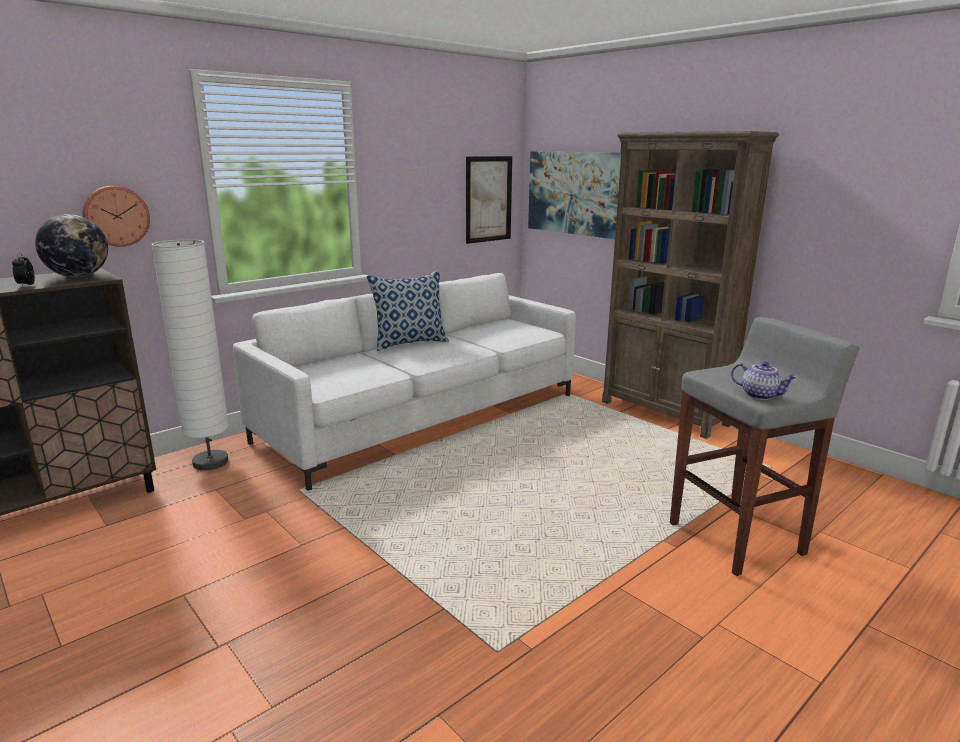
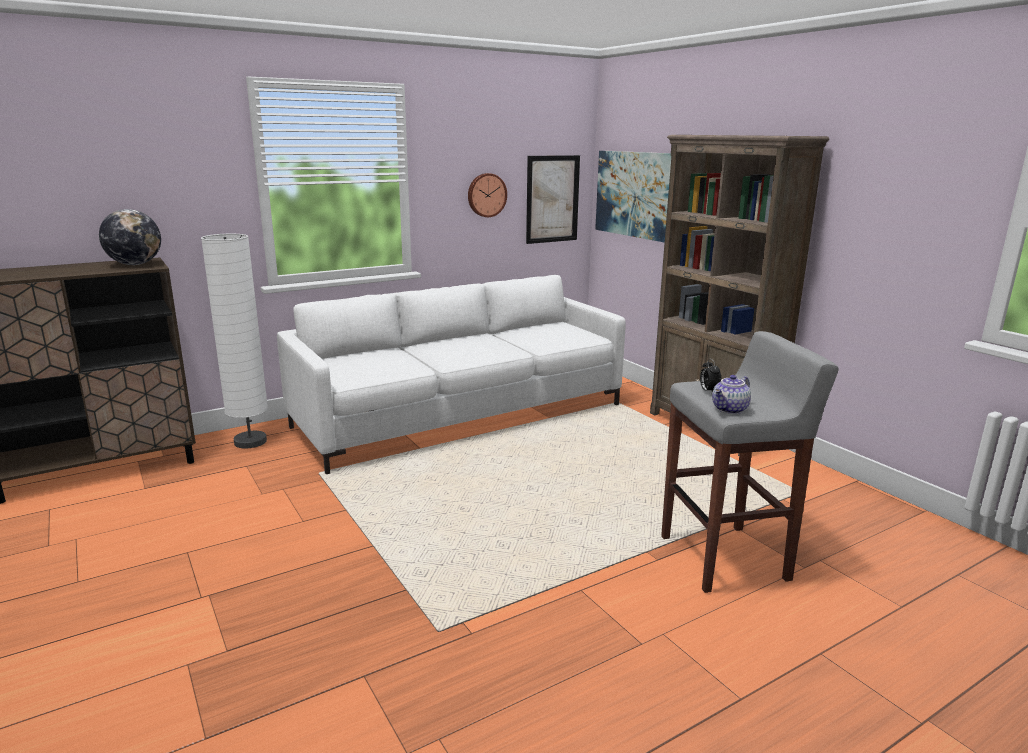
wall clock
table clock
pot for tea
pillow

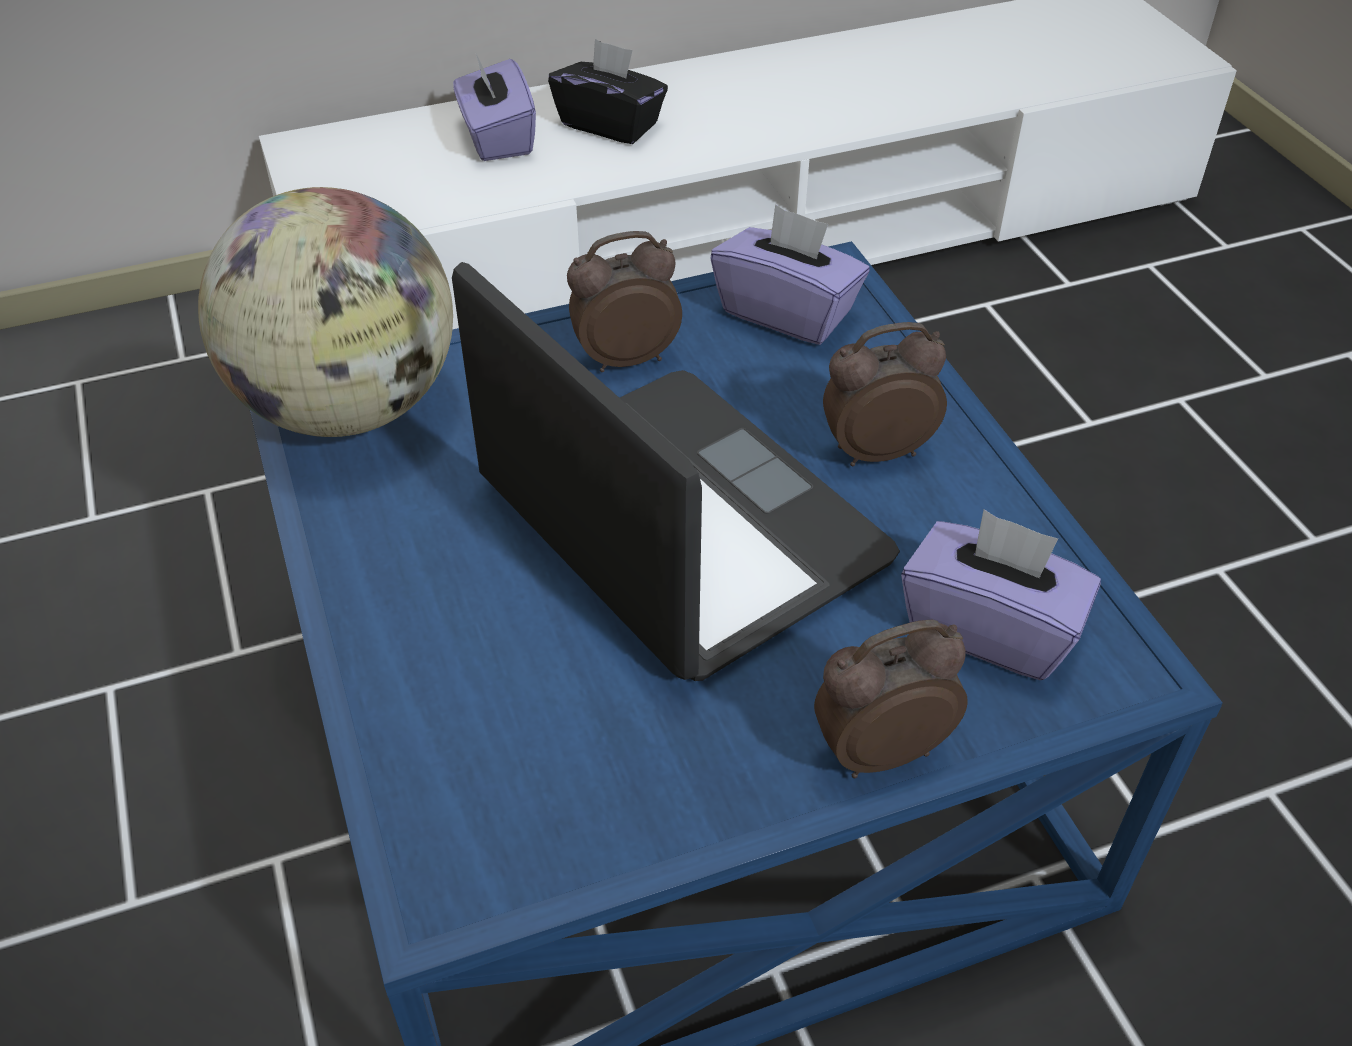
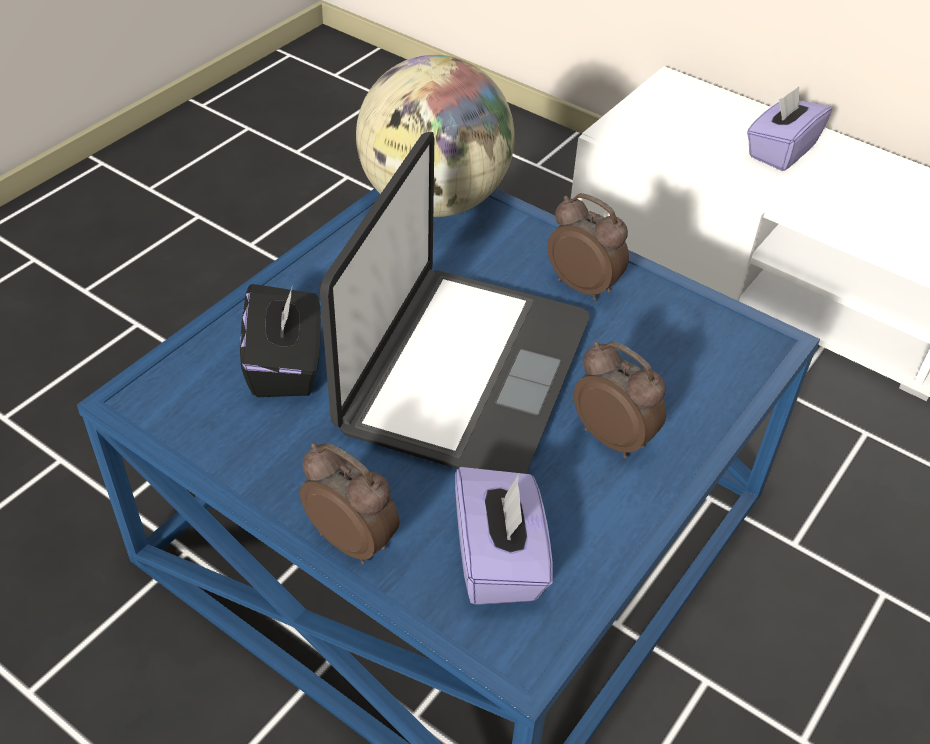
black box of tissues
purple box of tissues (no. 2 from left in the first image)

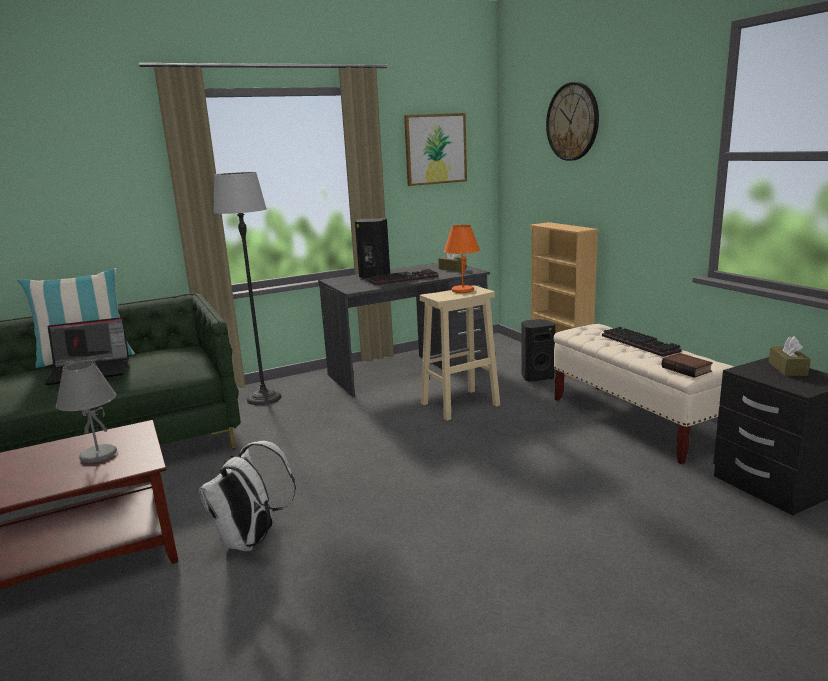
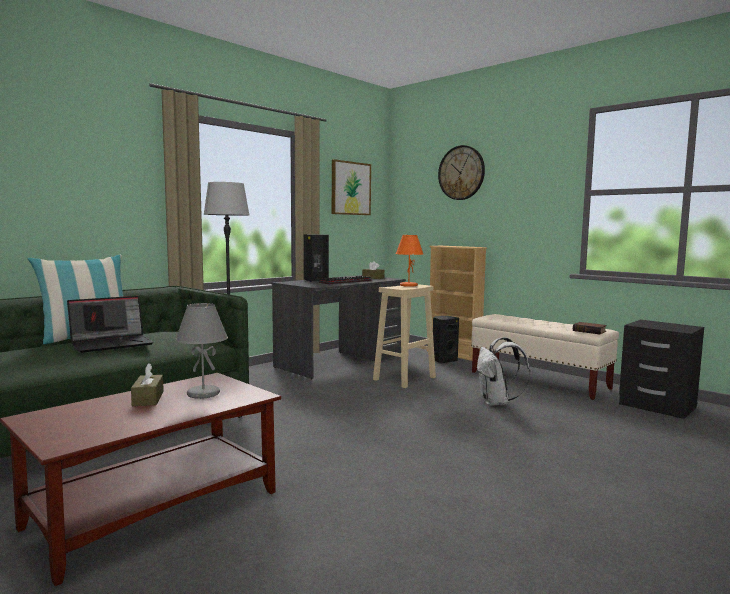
brown box of tissues (no. 1 from left)
white backpack
PC keyboard (no. 2 from left in the first image)

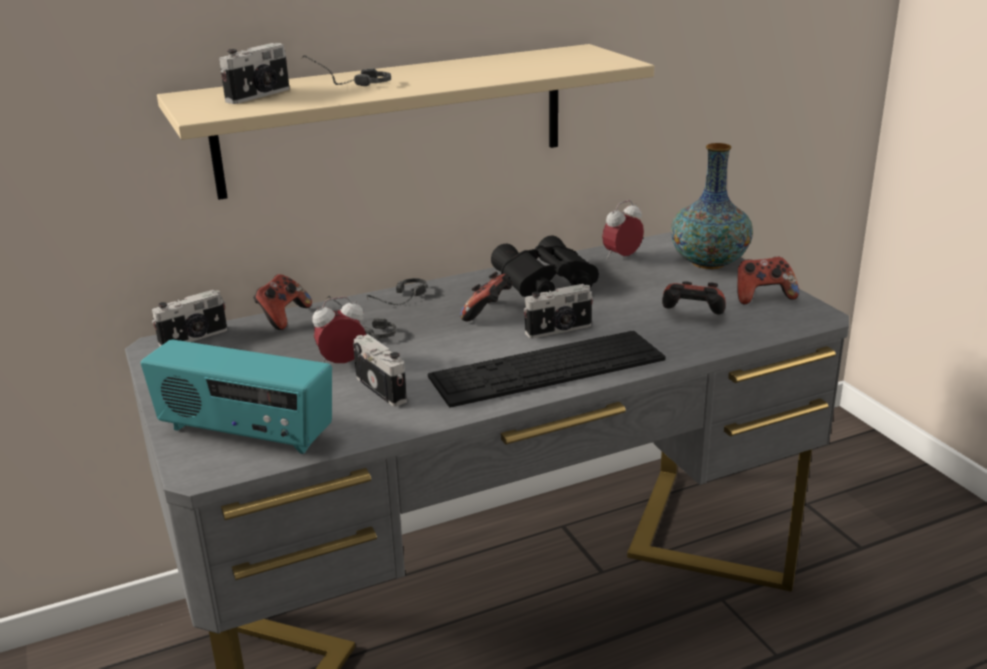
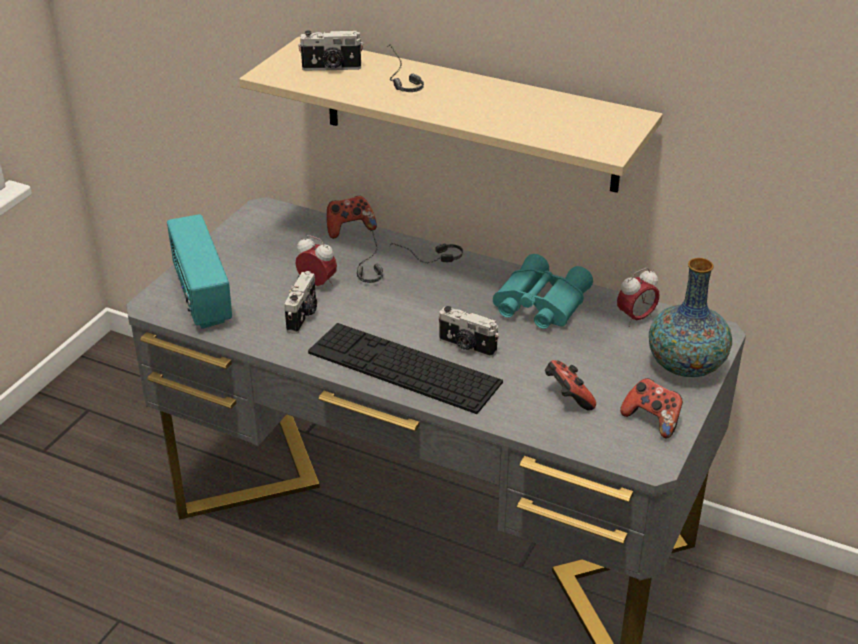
blue-green field glasses
table clock (no. 2 from left)
still camera (no. 1 from left in the first image)
joypad (no. 2 from left in the first image)

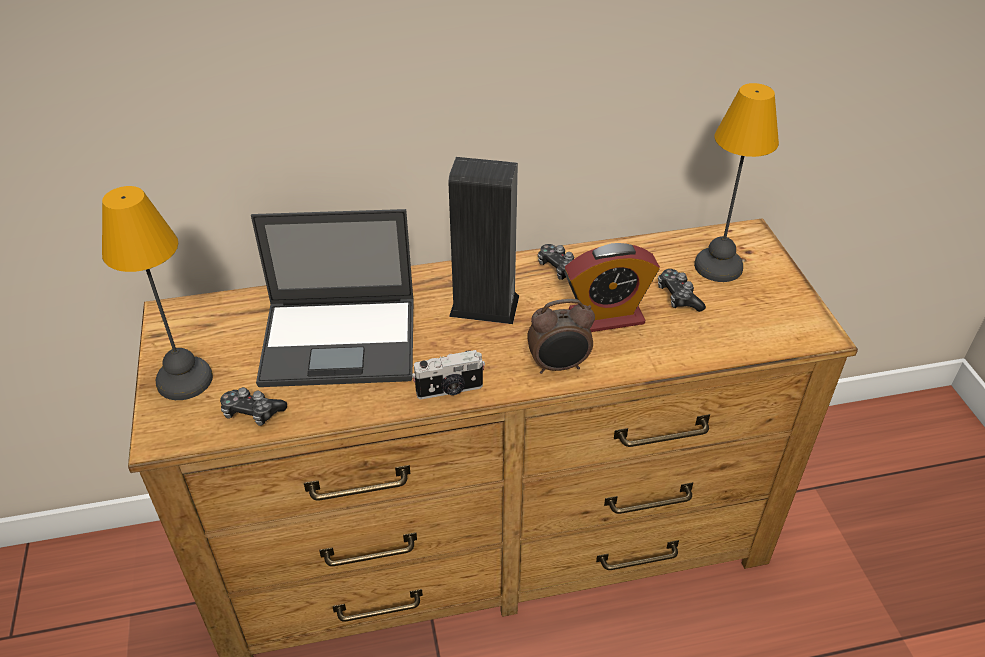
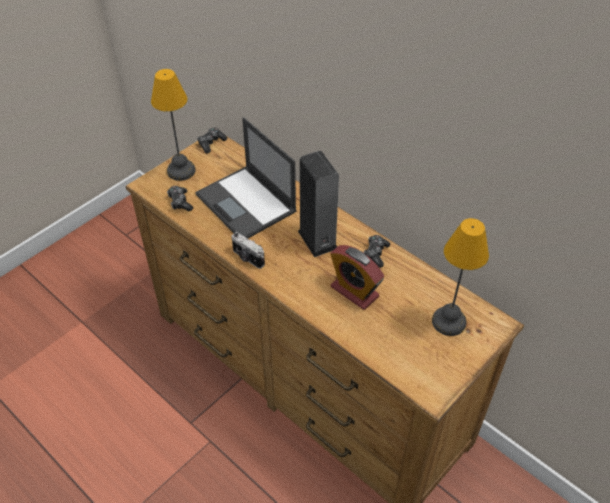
joypad (no. 2 from left)
table clock (no. 1 from left in the first image)

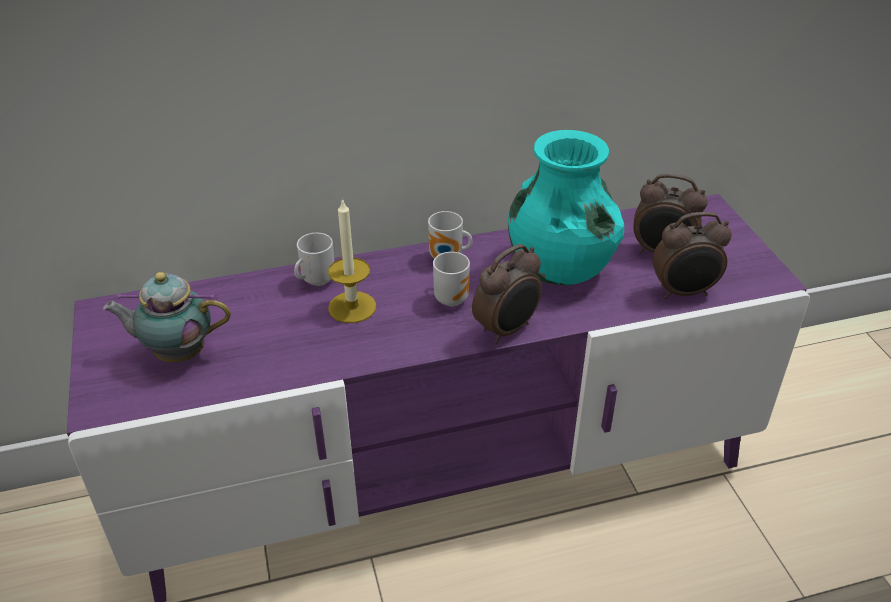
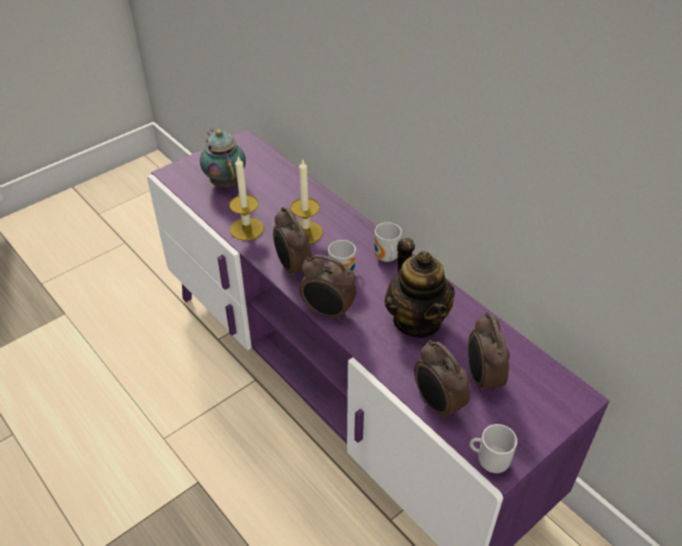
wax candle (no. 1 from left)
table clock (no. 1 from left)
pot for tea (no. 2 from left)
mug (no. 3 from left)

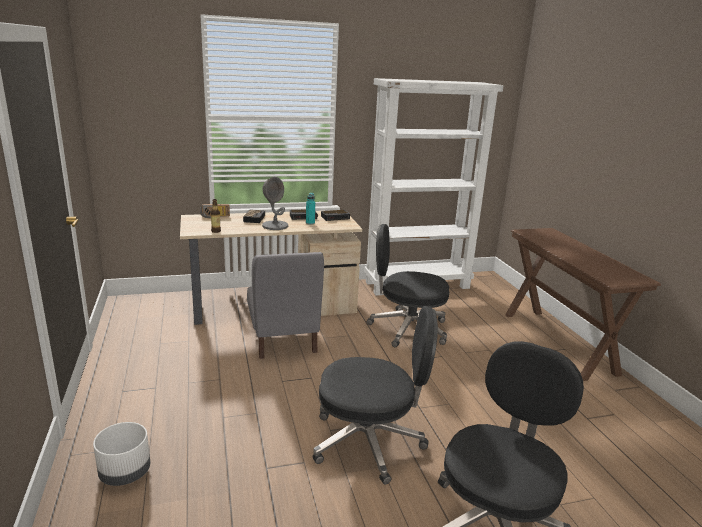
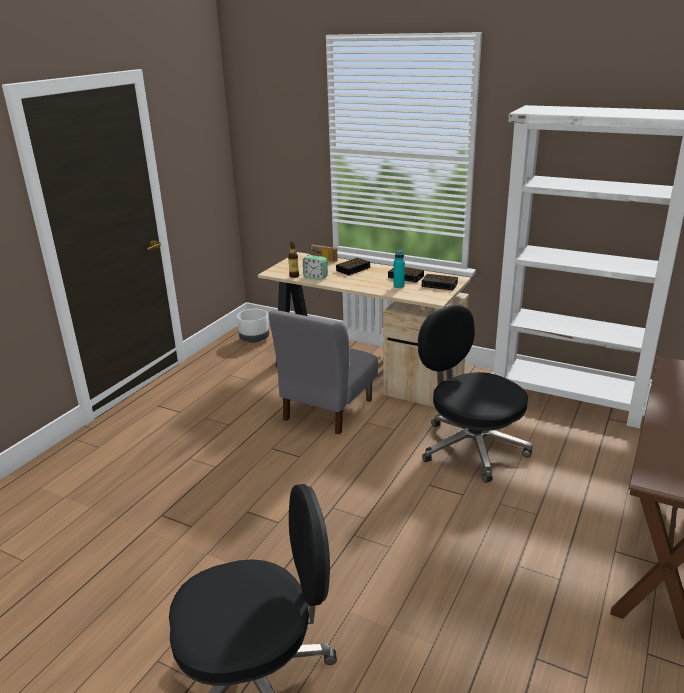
white plant pot
table clock (no. 1 from left)
grey lamp for a table
black computer chair (no. 1 from left in the first image)

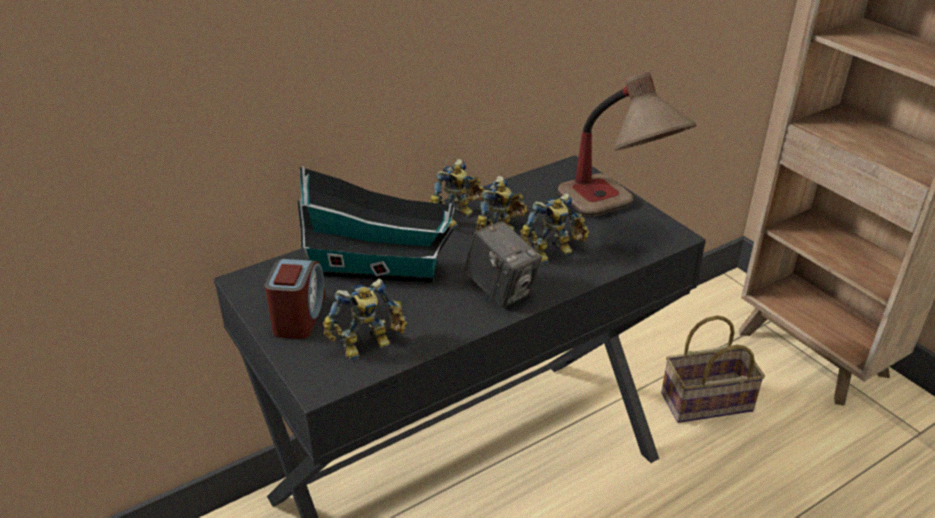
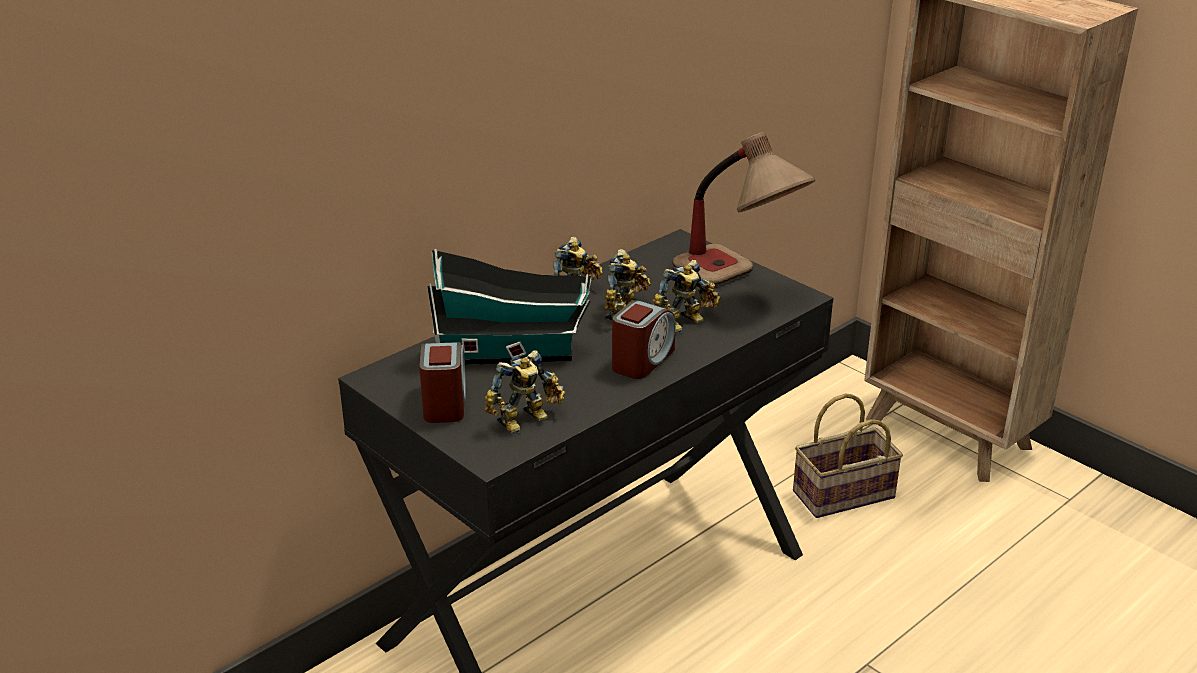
table clock (no. 2 from left)

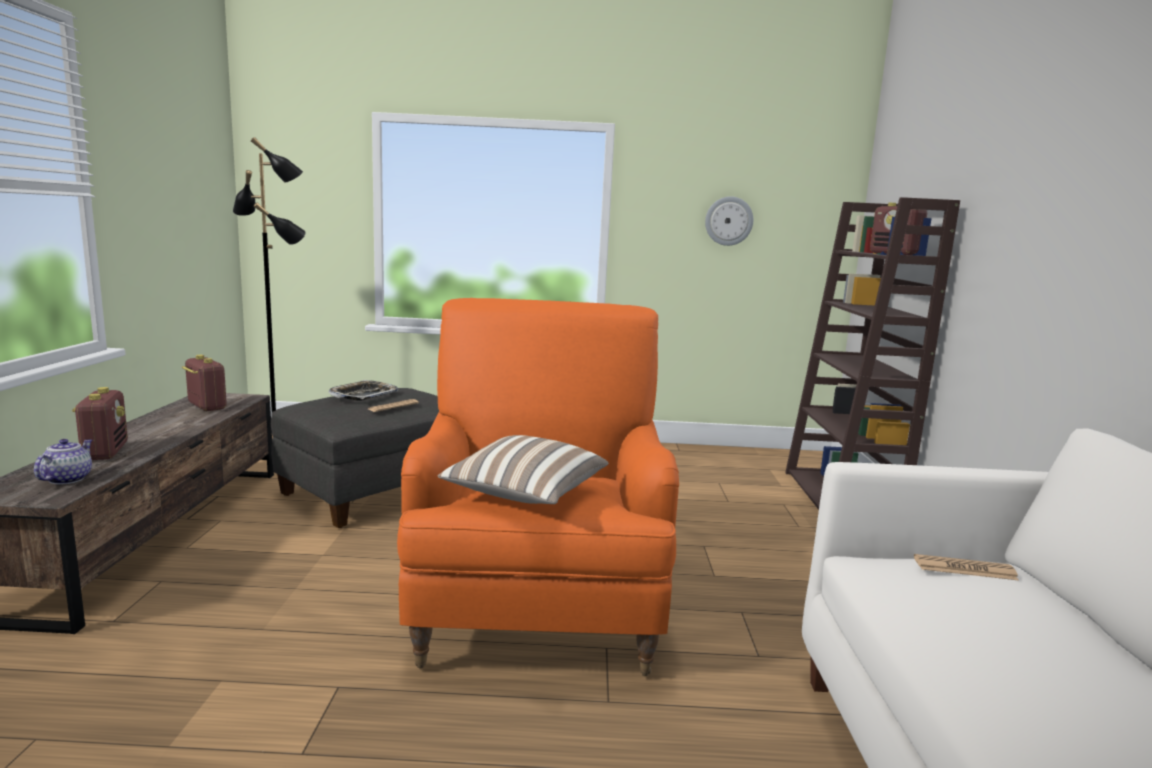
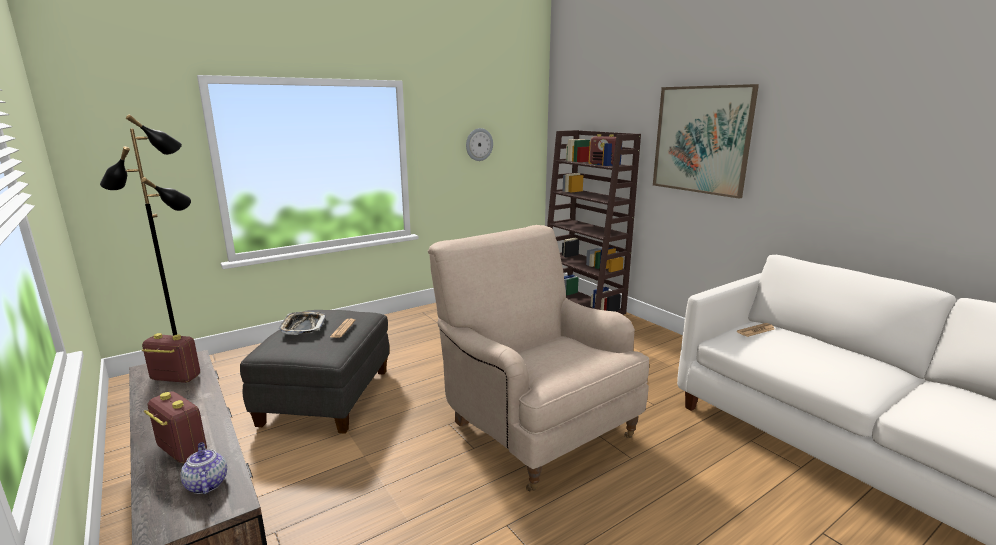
sand-coloured armchair
wall art
pillow

